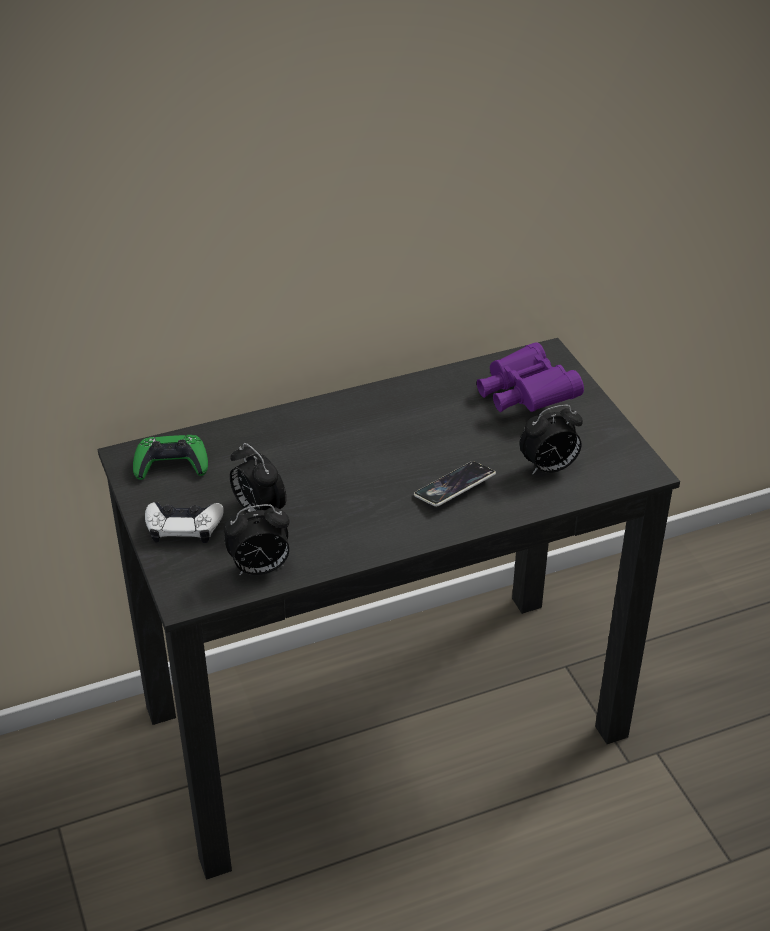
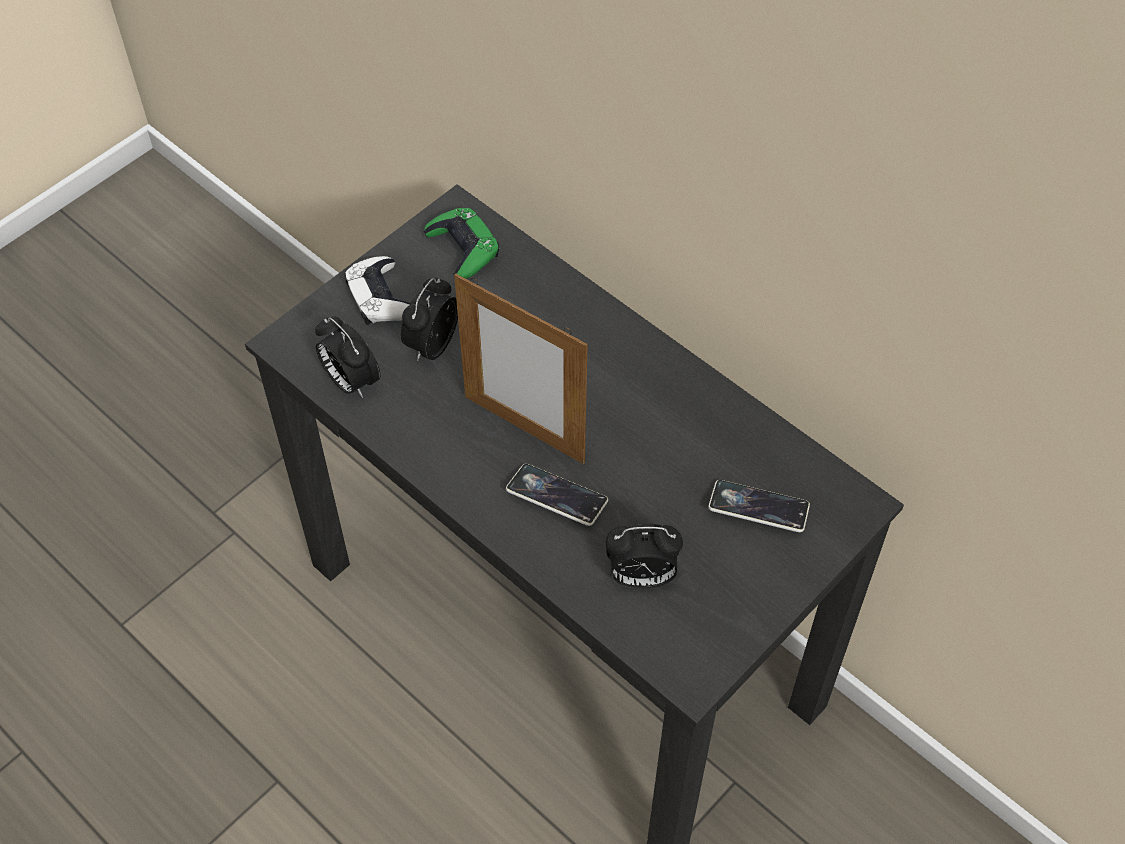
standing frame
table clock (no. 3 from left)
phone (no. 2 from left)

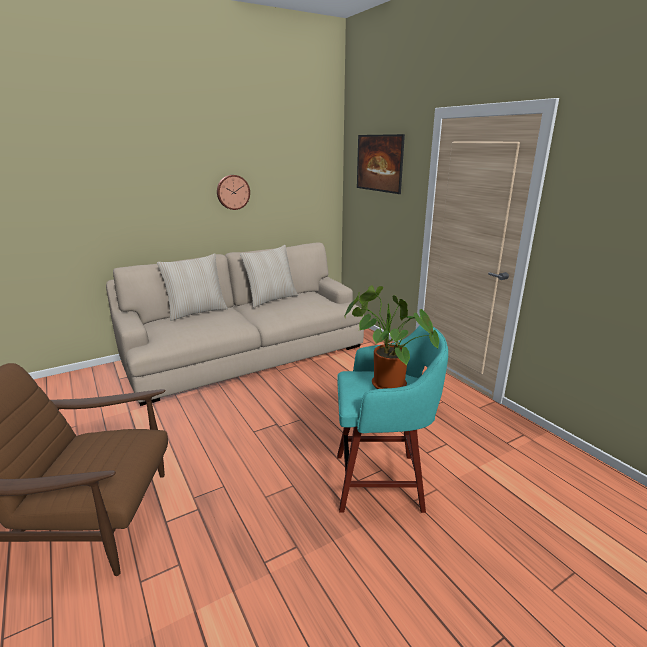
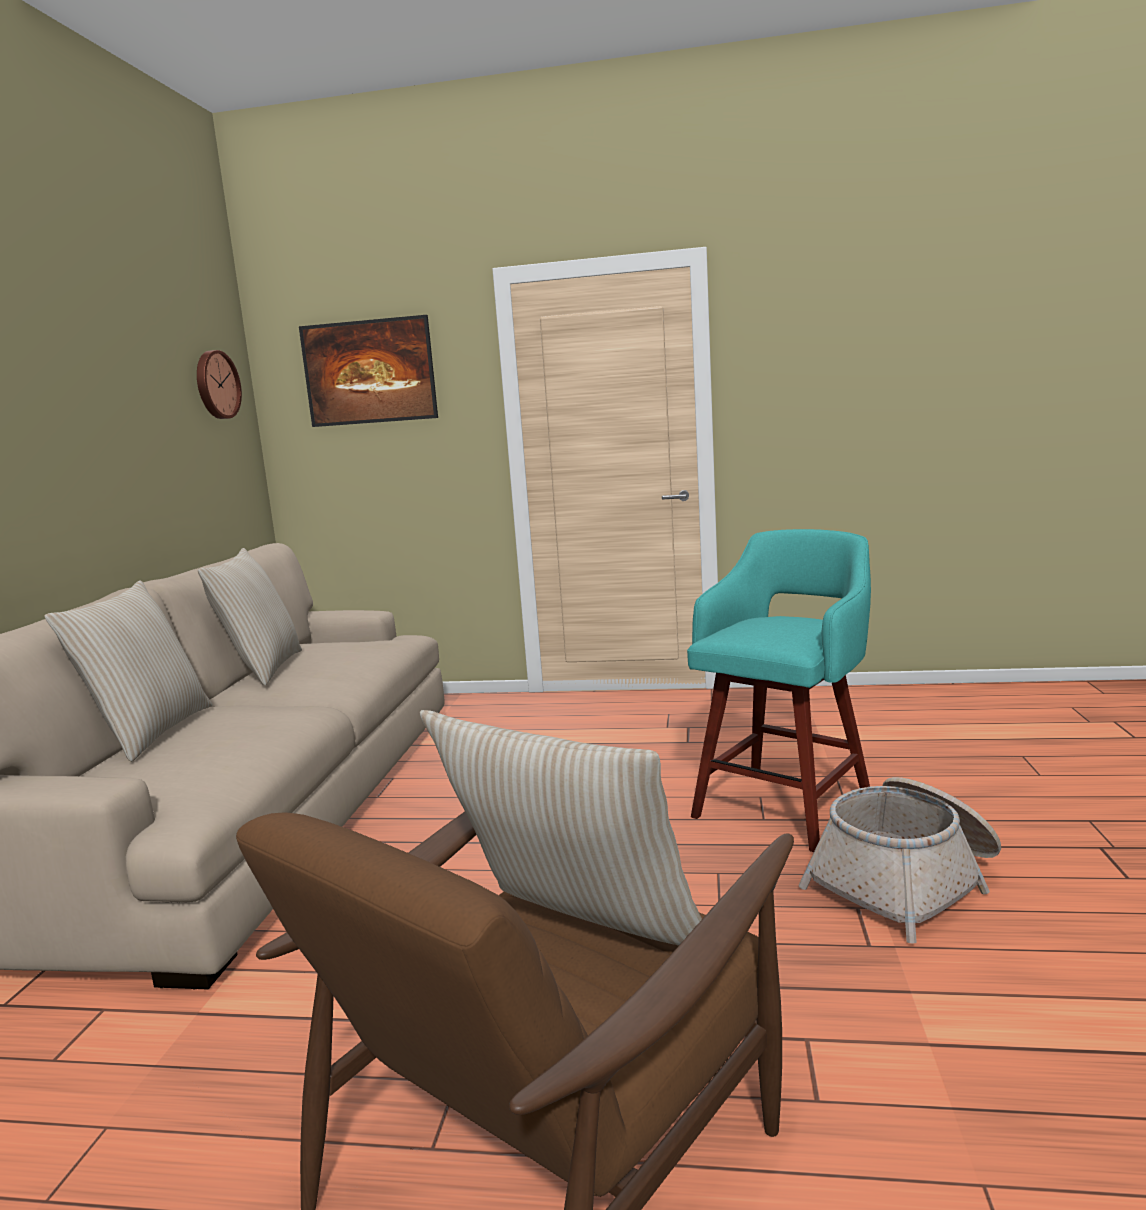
wall clock
sand-coloured pillow (no. 3 from left)
storage basket
potted plant

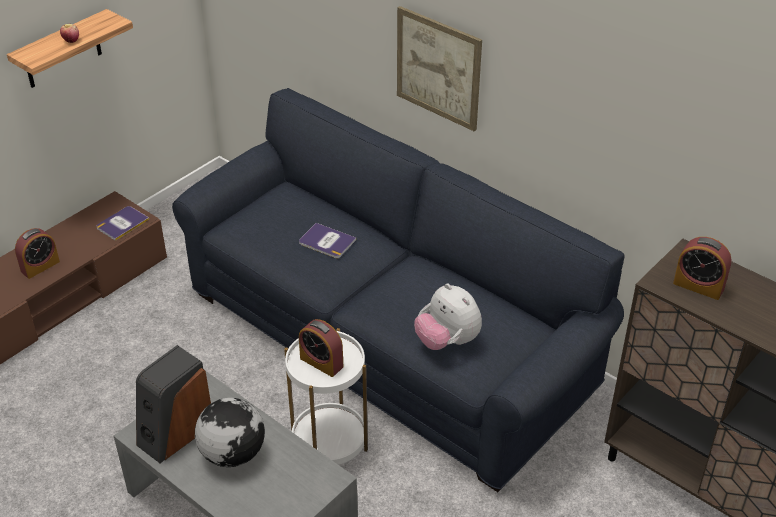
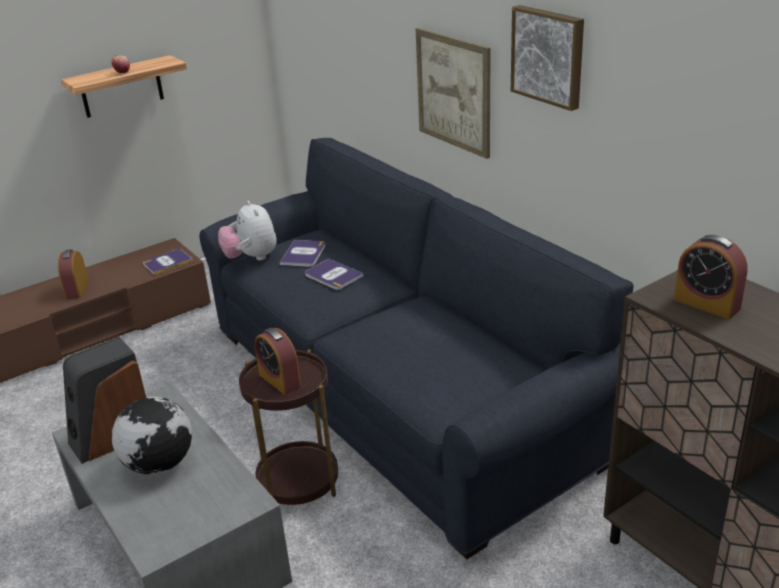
table clock (no. 1 from left)
cuddly toy
brown accent table
volume (no. 2 from left)
wall art (no. 2 from left)

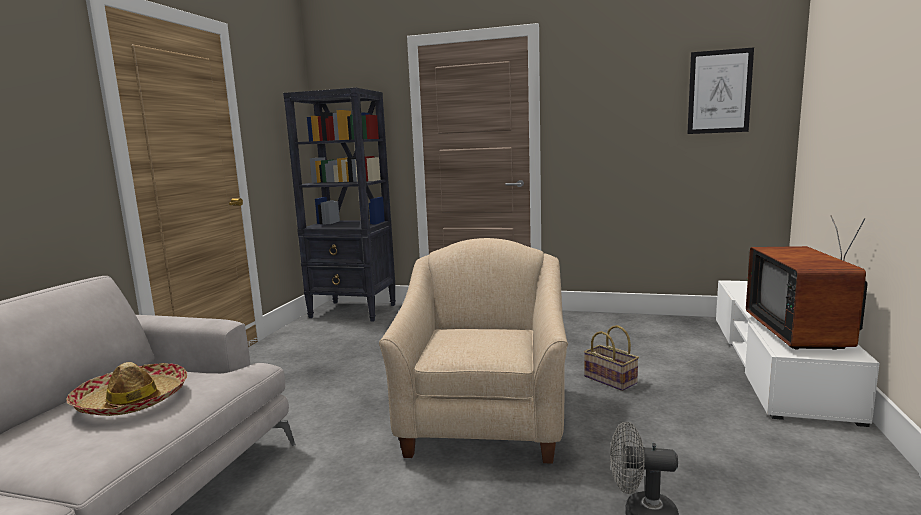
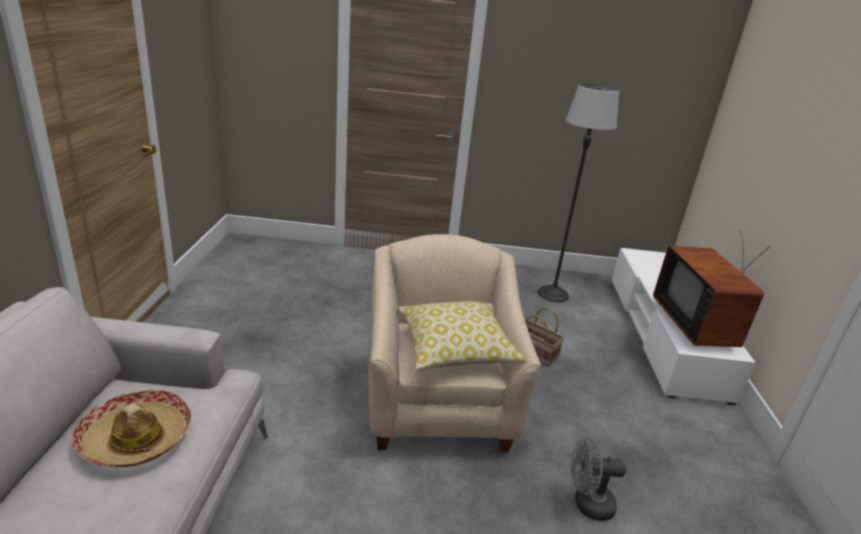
pillow
standing lamp
black bookshelf
wall art

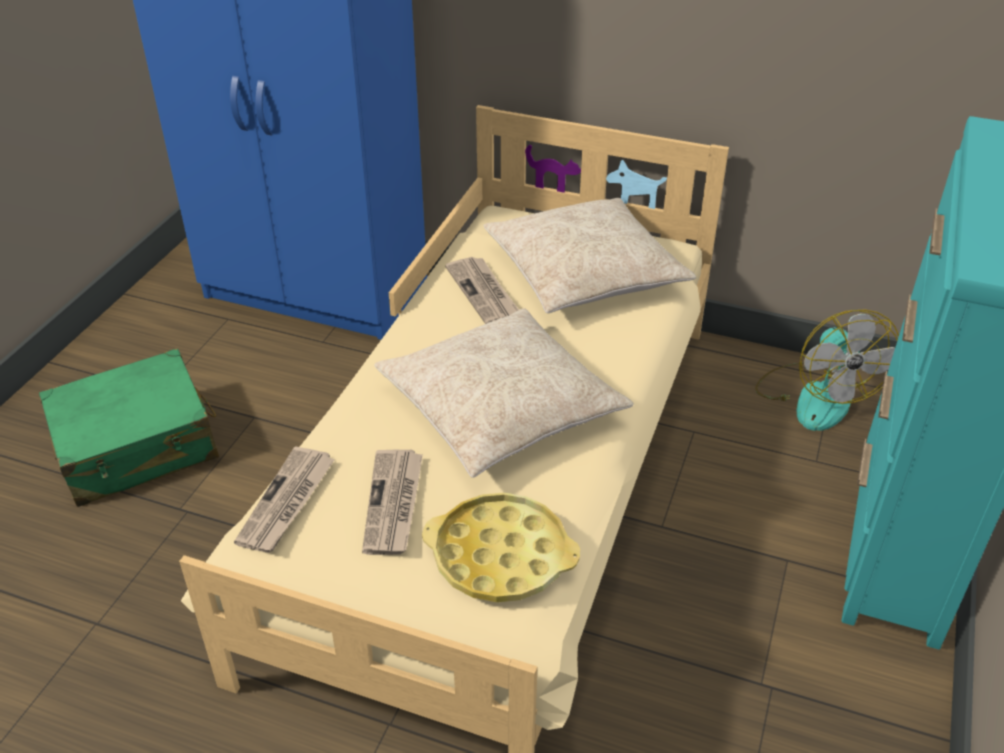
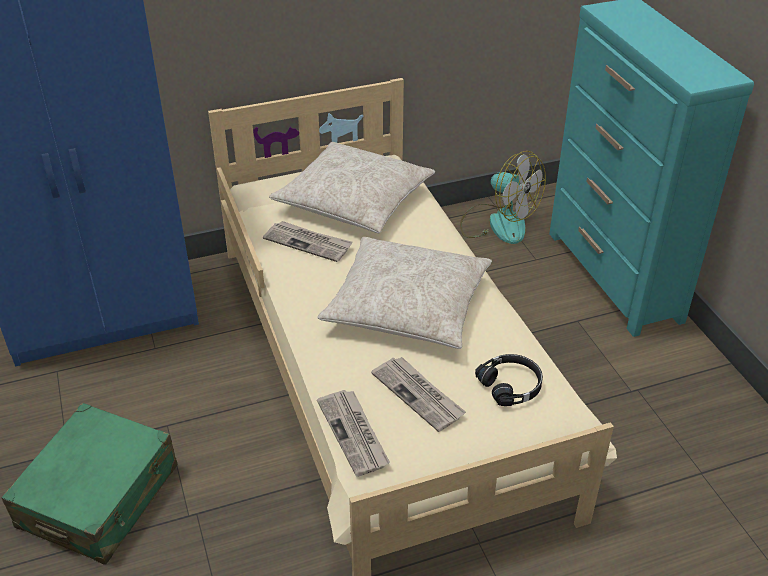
black pair of headphones

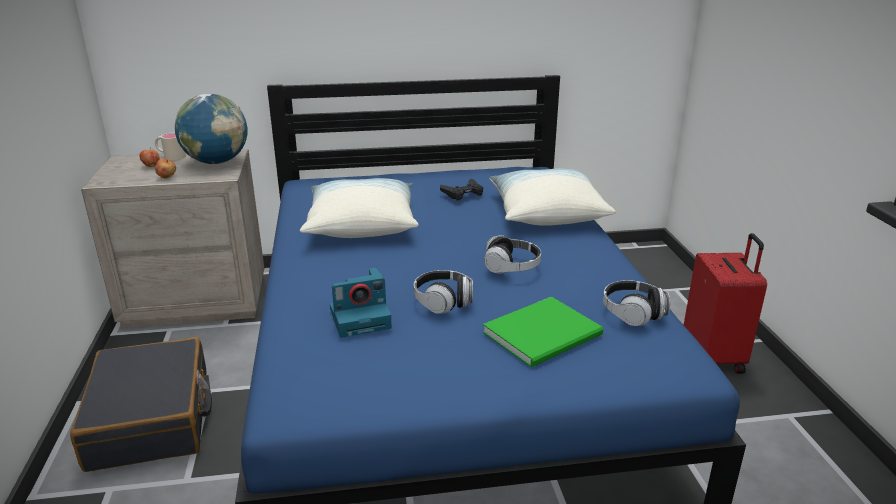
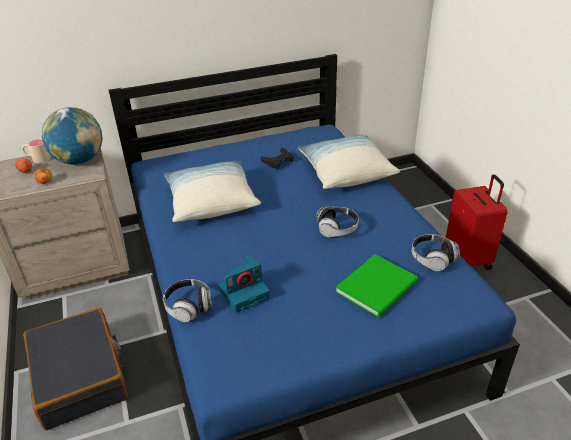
pair of headphones (no. 1 from left)

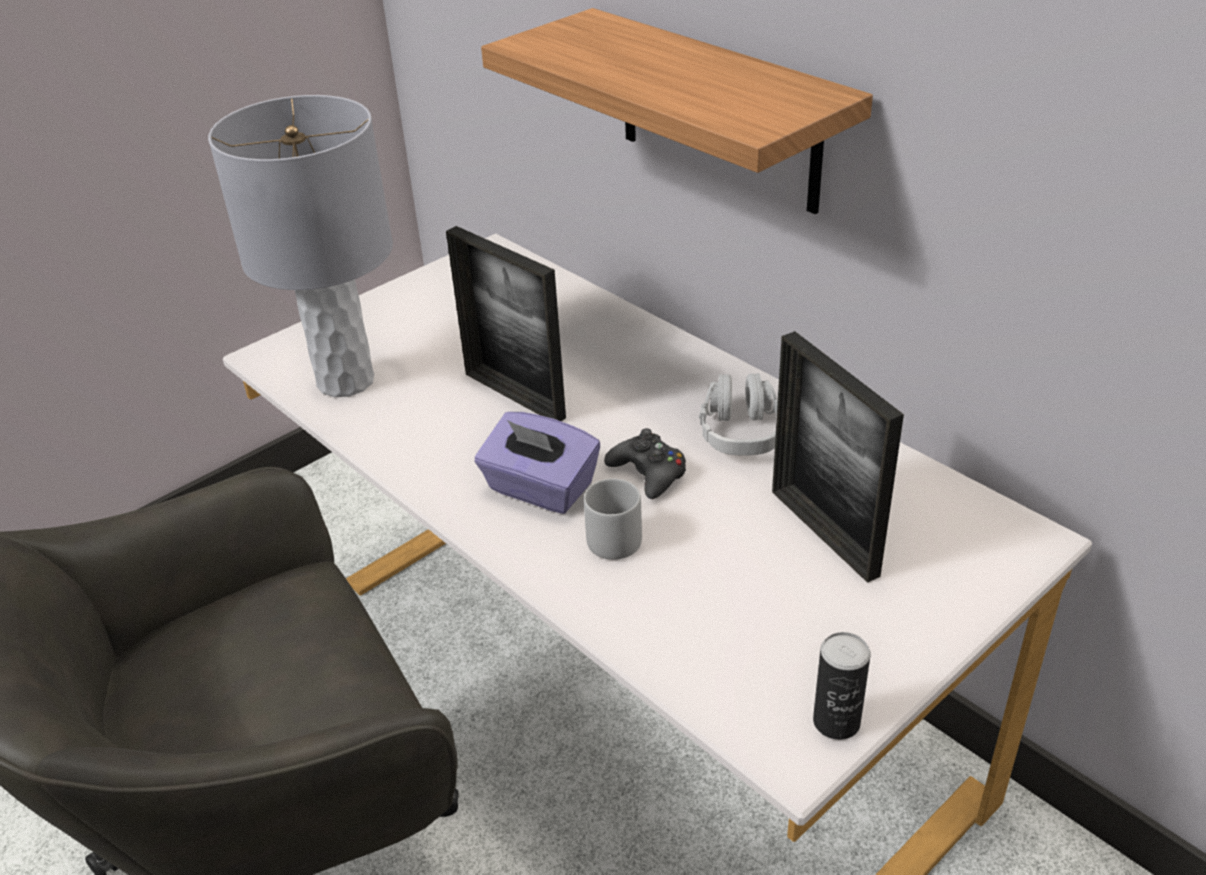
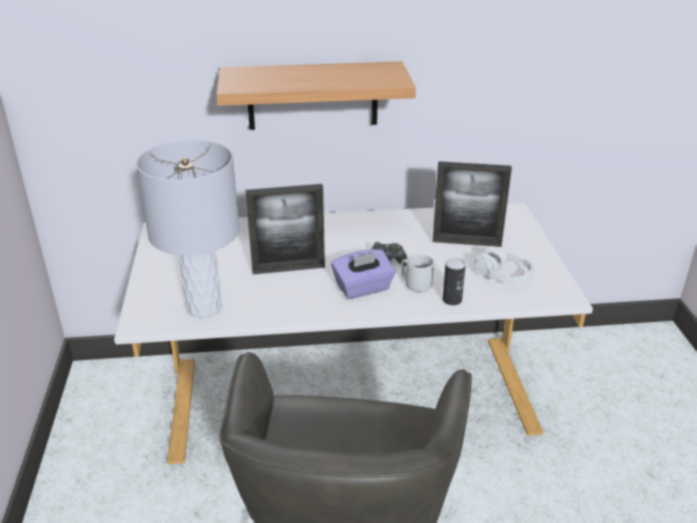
sealed can
white pair of headphones

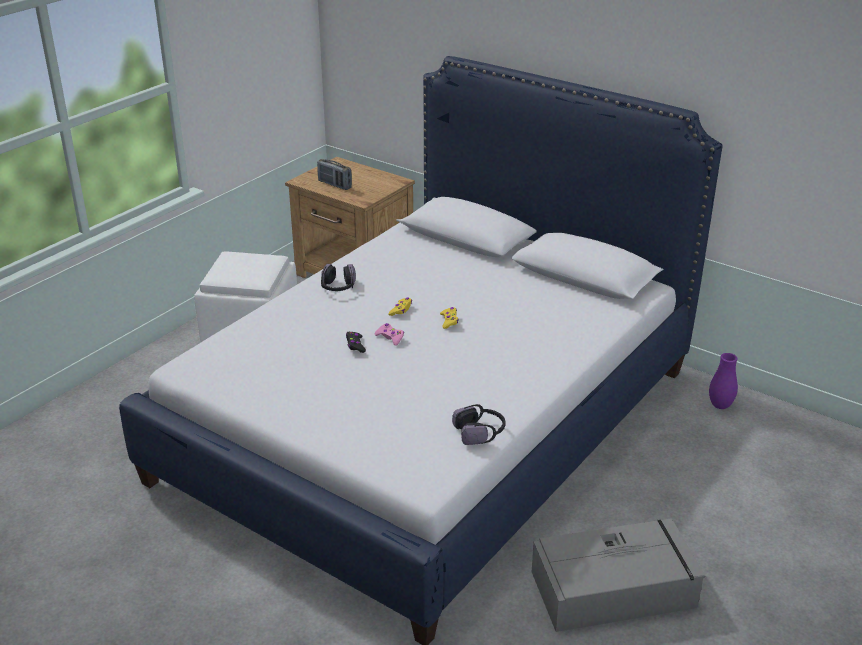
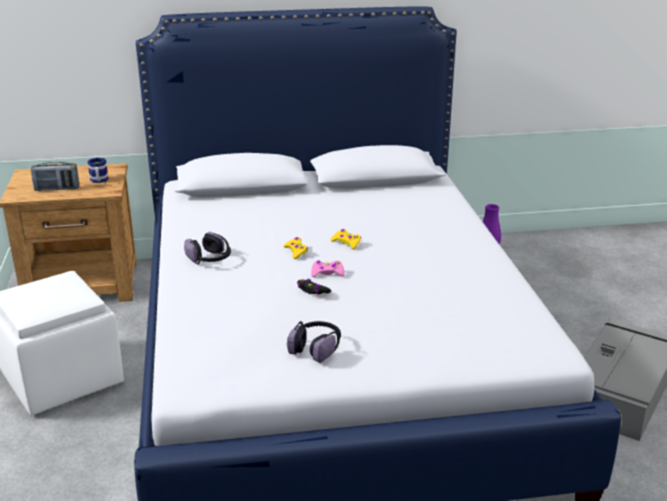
mug
pair of headphones (no. 2 from left)

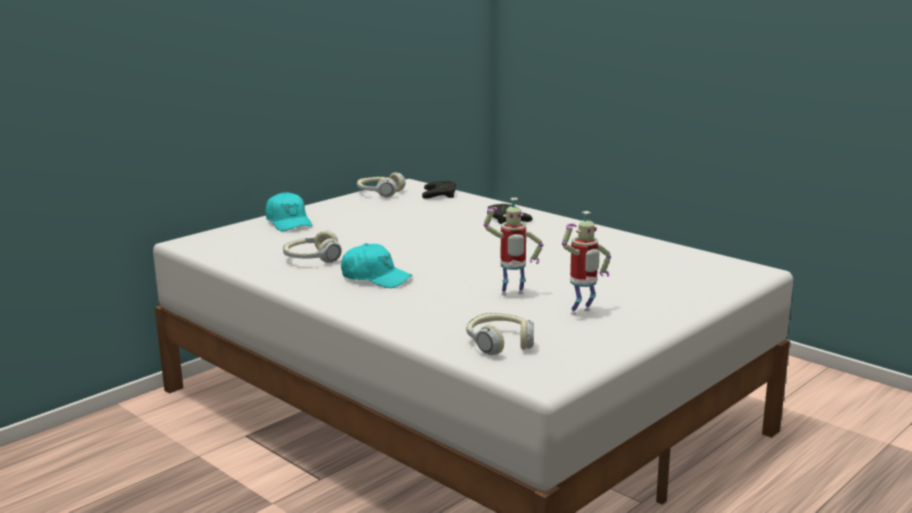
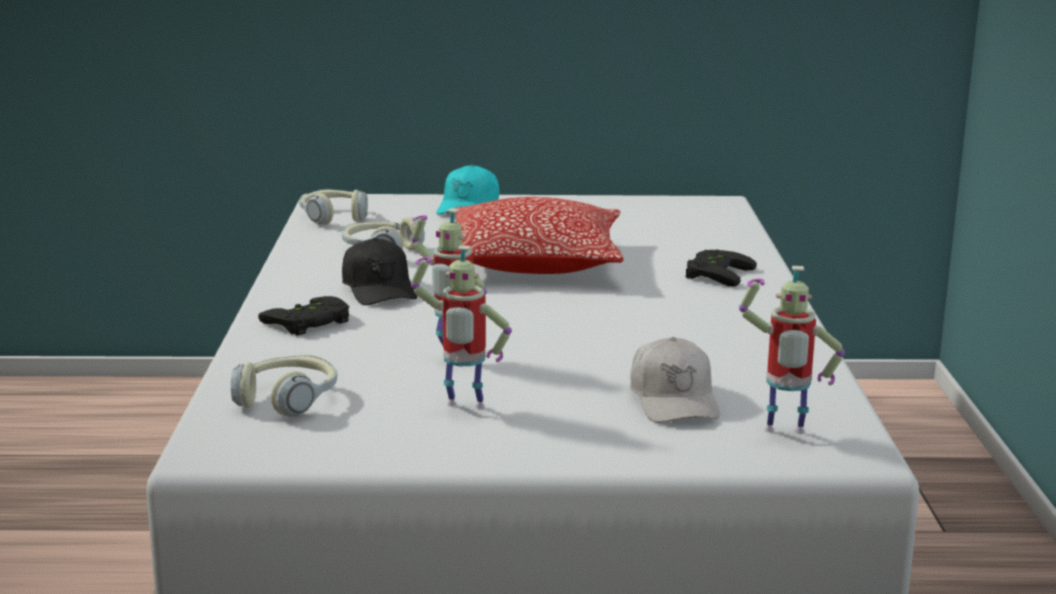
black joypad (no. 1 from left)
pair of headphones (no. 2 from left)
black peaked cap
pillow
white peaked cap
model robot (no. 3 from left)

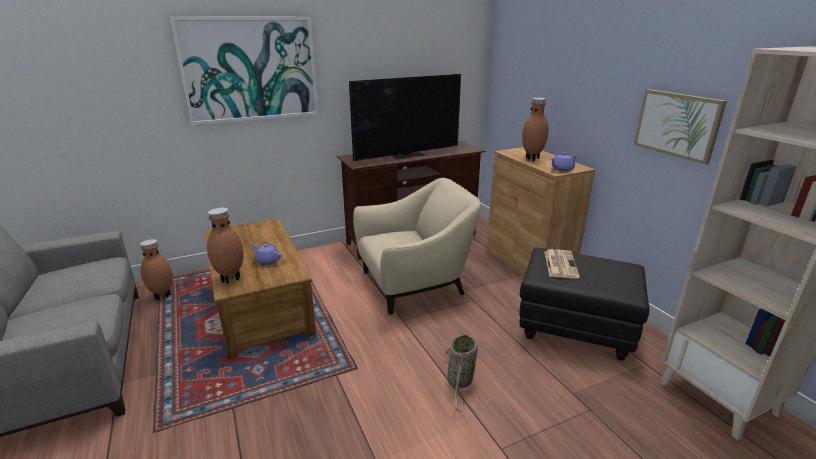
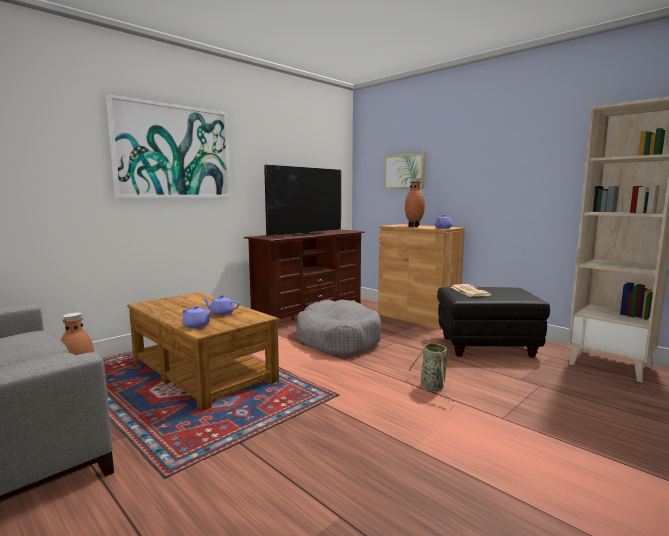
purple pot for tea (no. 1 from left)
grey pet bed
wall art (no. 2 from left)

